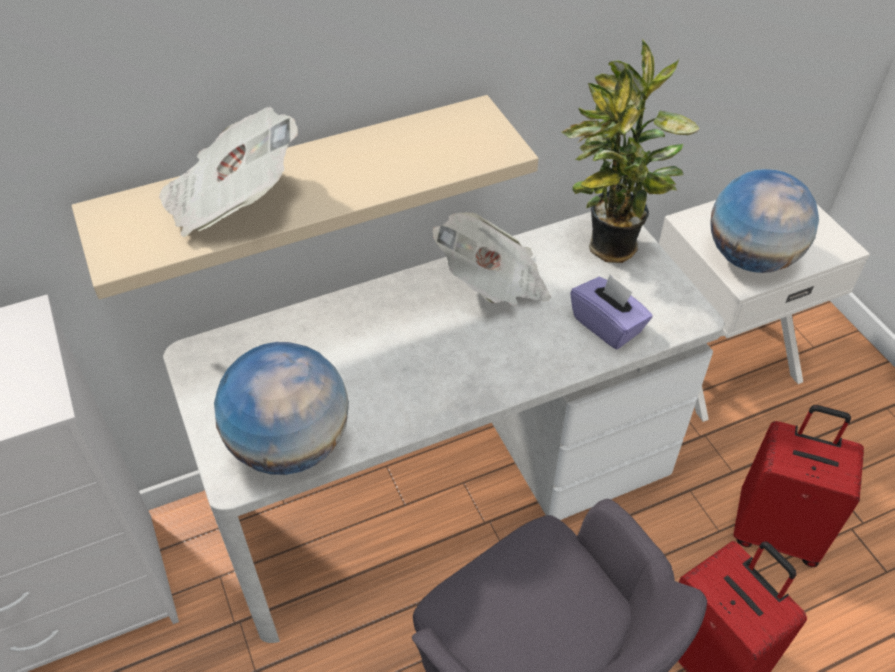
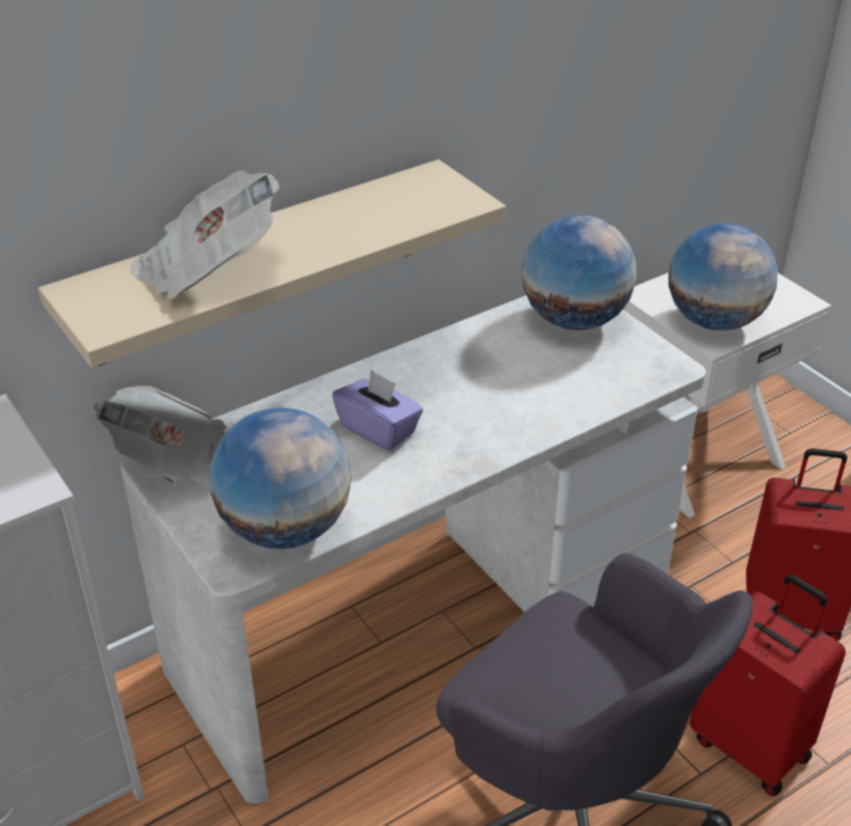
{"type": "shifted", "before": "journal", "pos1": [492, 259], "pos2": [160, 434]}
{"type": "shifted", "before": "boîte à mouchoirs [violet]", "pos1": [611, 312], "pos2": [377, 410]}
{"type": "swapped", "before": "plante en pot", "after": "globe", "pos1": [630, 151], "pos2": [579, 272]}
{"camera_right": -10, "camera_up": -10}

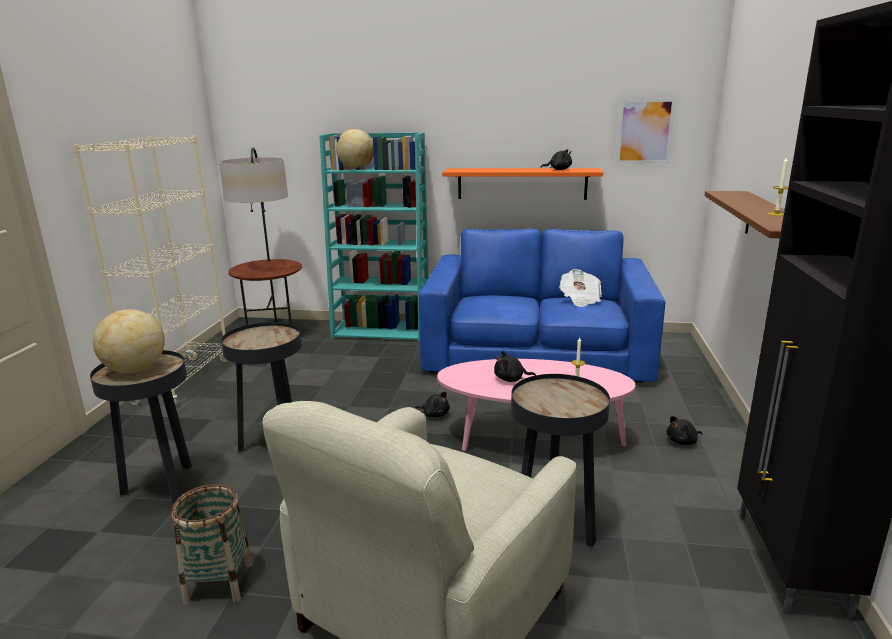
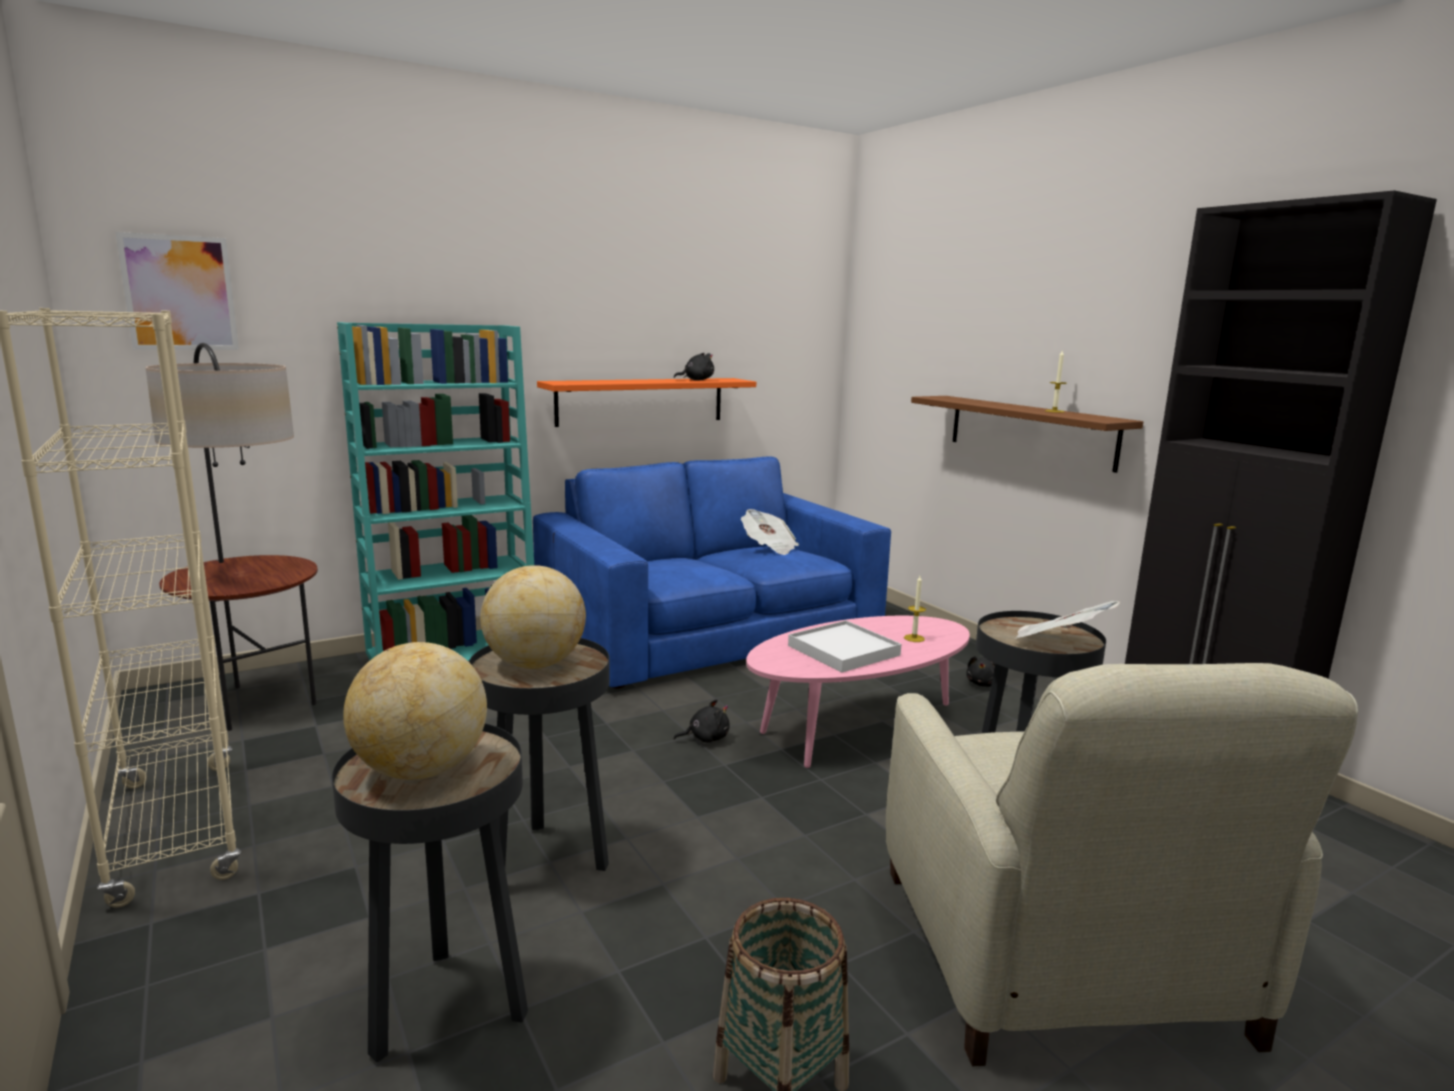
{"type": "new", "after": "journal", "pos2": [1067, 620]}
{"type": "shifted", "before": "globe", "pos1": [355, 149], "pos2": [533, 617]}
{"type": "shifted", "before": "tableau", "pos1": [645, 131], "pos2": [177, 291]}
{"type": "swapped", "before": "peluche [noir]", "after": "plateau [blanc]", "pos1": [515, 366], "pos2": [844, 646]}
{"camera_right": -40, "camera_up": -5}

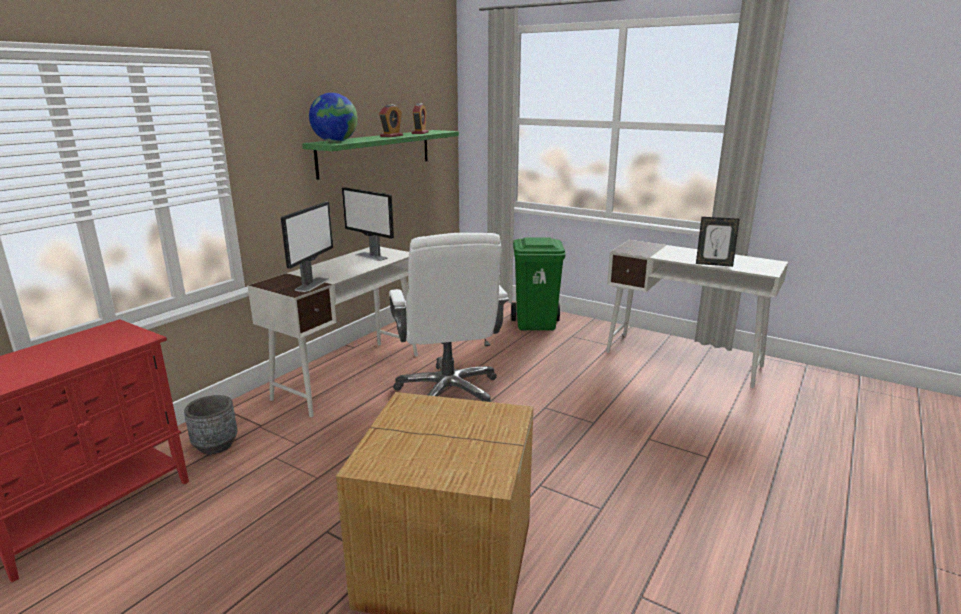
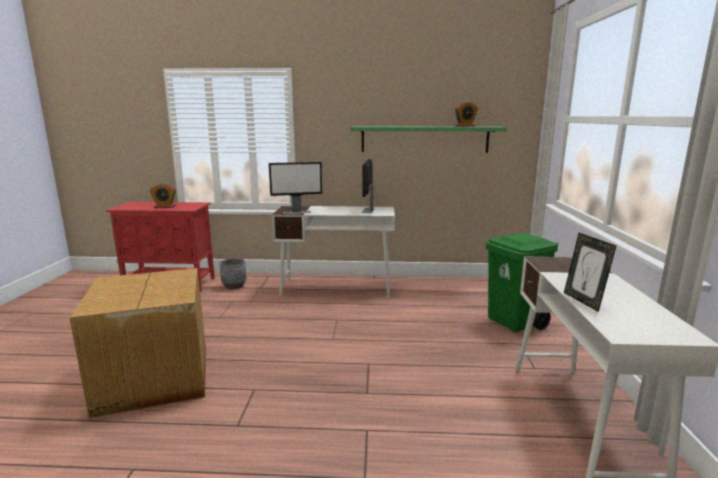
{"type": "gone", "before": "globe", "pos1": [333, 117]}
{"type": "gone", "before": "chaise de bureau [blanc]", "pos1": [449, 317]}
{"type": "shifted", "before": "réveil", "pos1": [391, 120], "pos2": [163, 195]}
{"camera_right": 60, "camera_up": -5}

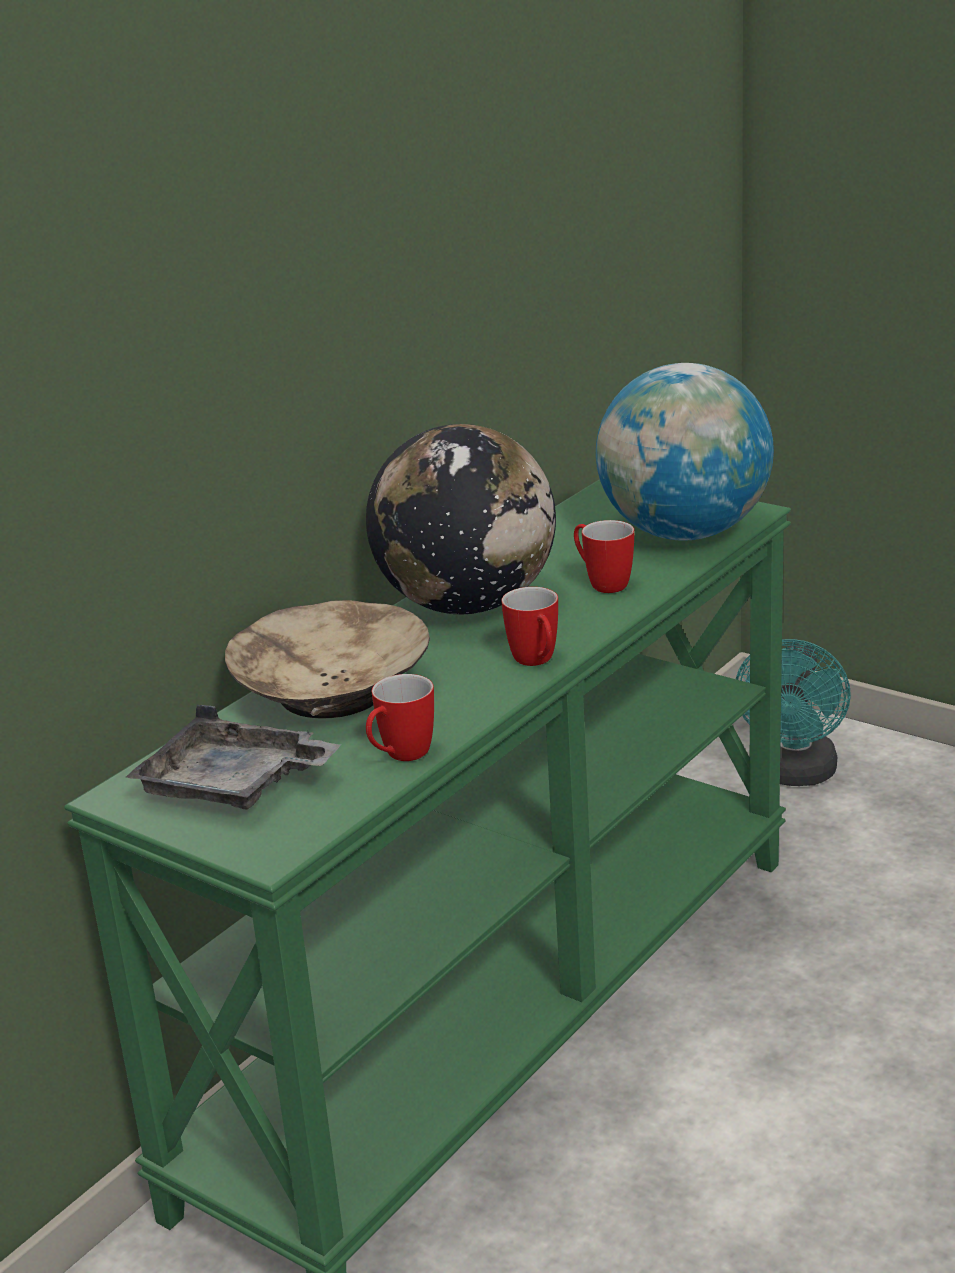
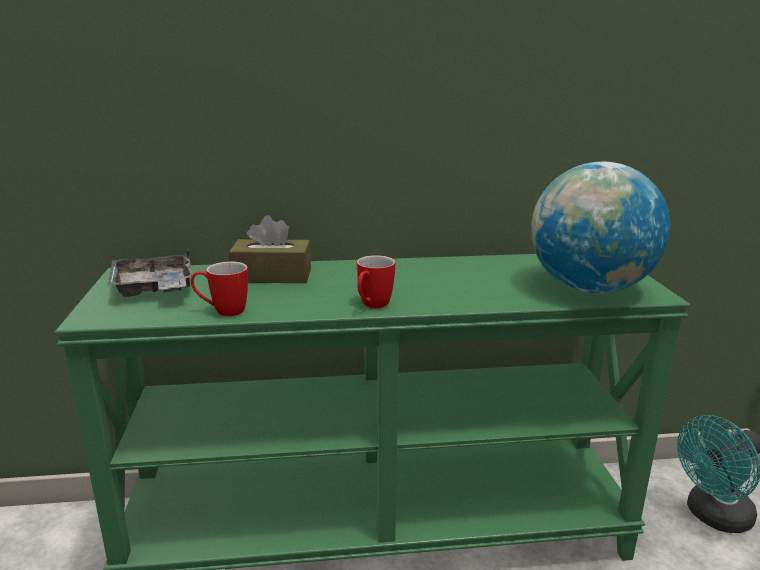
{"type": "gone", "before": "globe", "pos1": [461, 519]}
{"type": "gone", "before": "mug", "pos1": [604, 556]}
{"type": "swapped", "before": "bol [beige]", "after": "boîte à mouchoirs [marron]", "pos1": [327, 659], "pos2": [270, 249]}
{"camera_right": 45, "camera_up": -5}

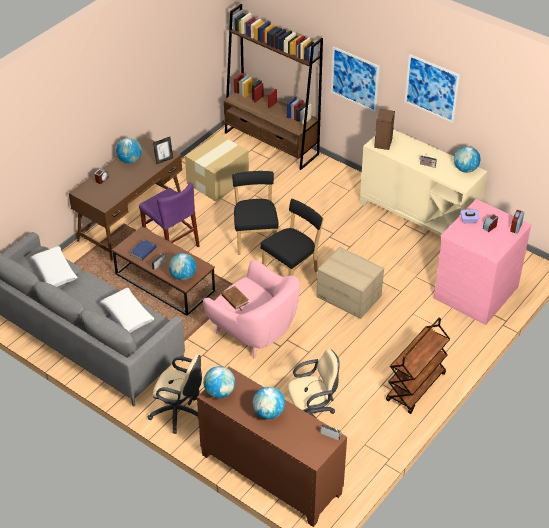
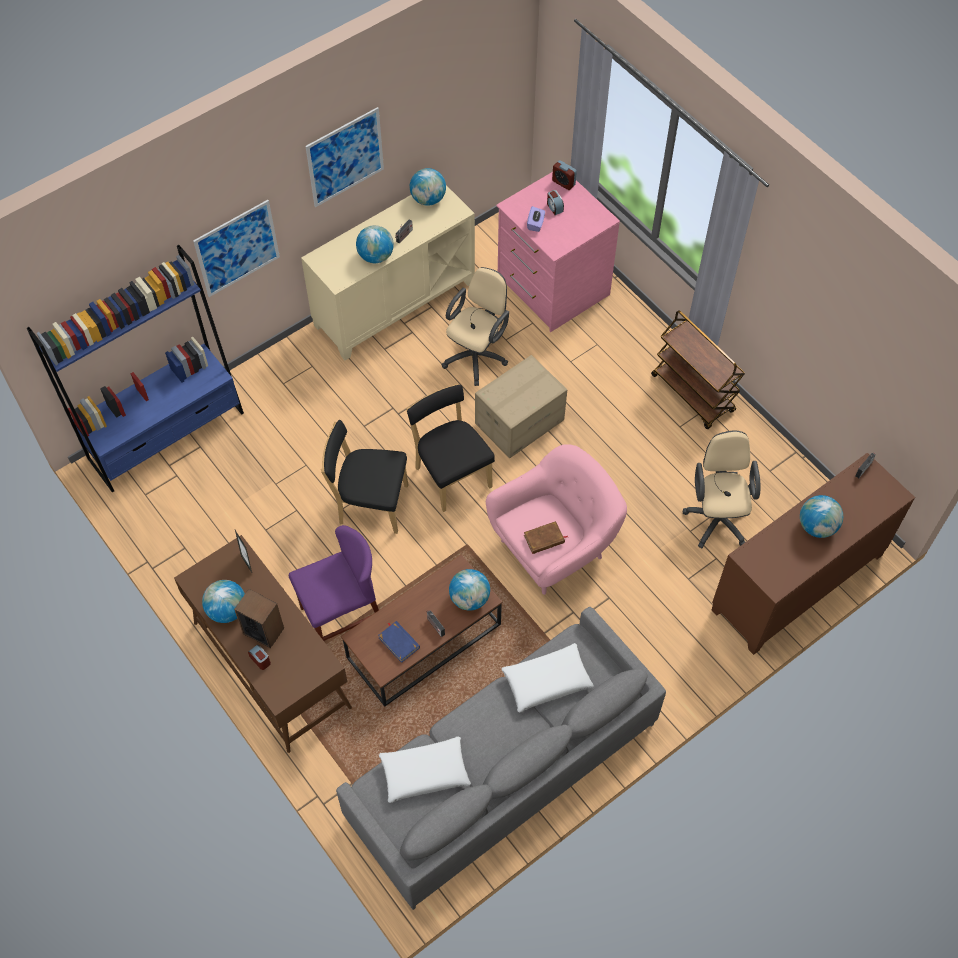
{"type": "gone", "before": "carton", "pos1": [217, 168]}
{"type": "shifted", "before": "chaise de bureau [beige]", "pos1": [175, 394], "pos2": [475, 326]}
{"type": "shifted", "before": "globe", "pos1": [219, 382], "pos2": [375, 244]}
{"type": "shifted", "before": "enceinte", "pos1": [384, 129], "pos2": [259, 618]}
{"type": "repainted", "before": "bibliothèque [marron]", "after": "bibliothèque [bleu]", "pos1": [273, 87], "pos2": [135, 368]}
{"camera_right": -75, "camera_up": 15}

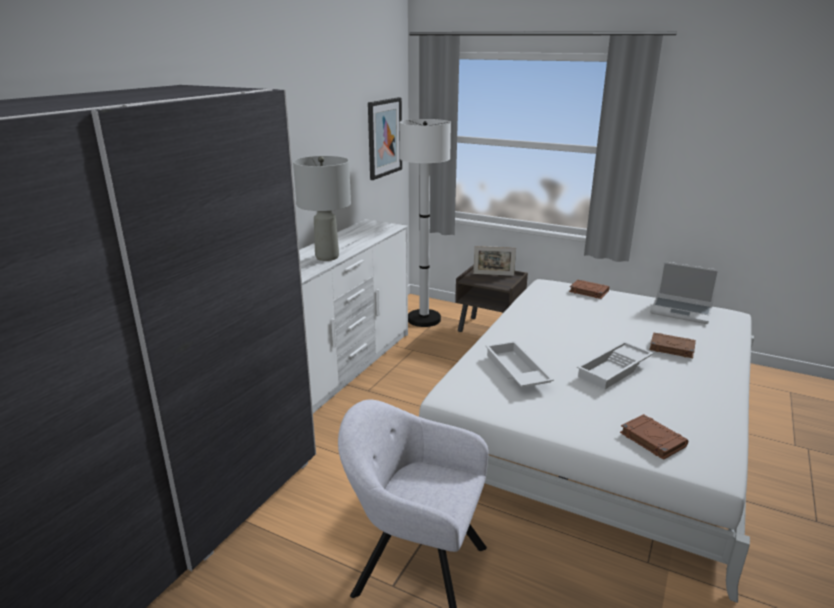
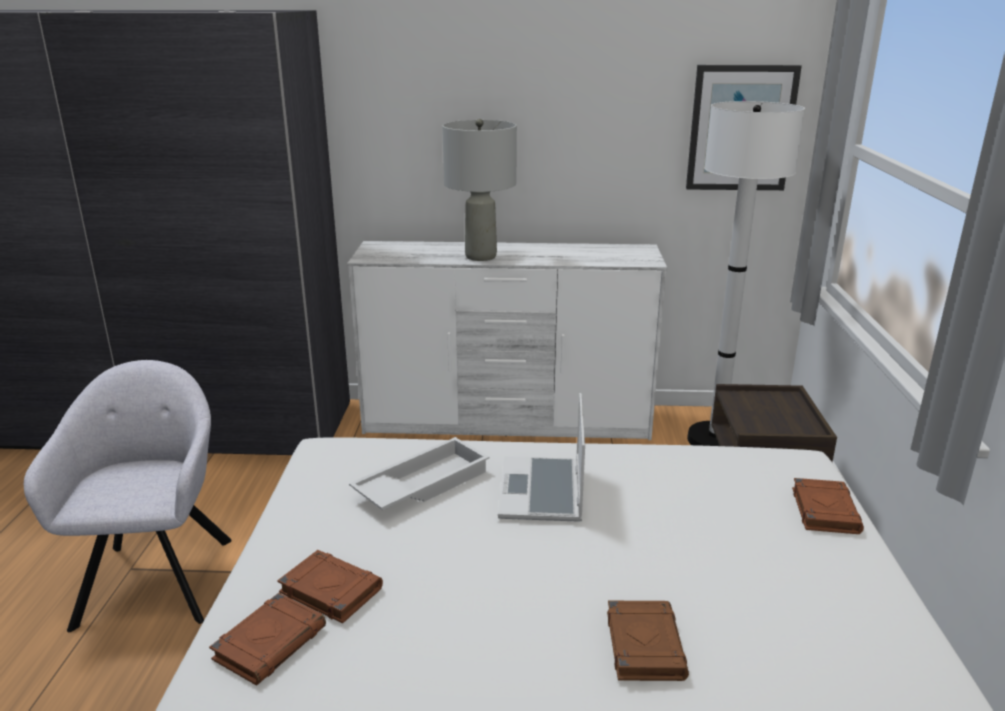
{"type": "gone", "before": "cadre photo", "pos1": [494, 261]}
{"type": "gone", "before": "plateau [blanc]", "pos1": [615, 365]}
{"type": "new", "after": "livre [marron]", "pos2": [330, 587]}
{"type": "shifted", "before": "ordinateur portable", "pos1": [685, 292], "pos2": [541, 457]}
{"camera_right": 65, "camera_up": 0}

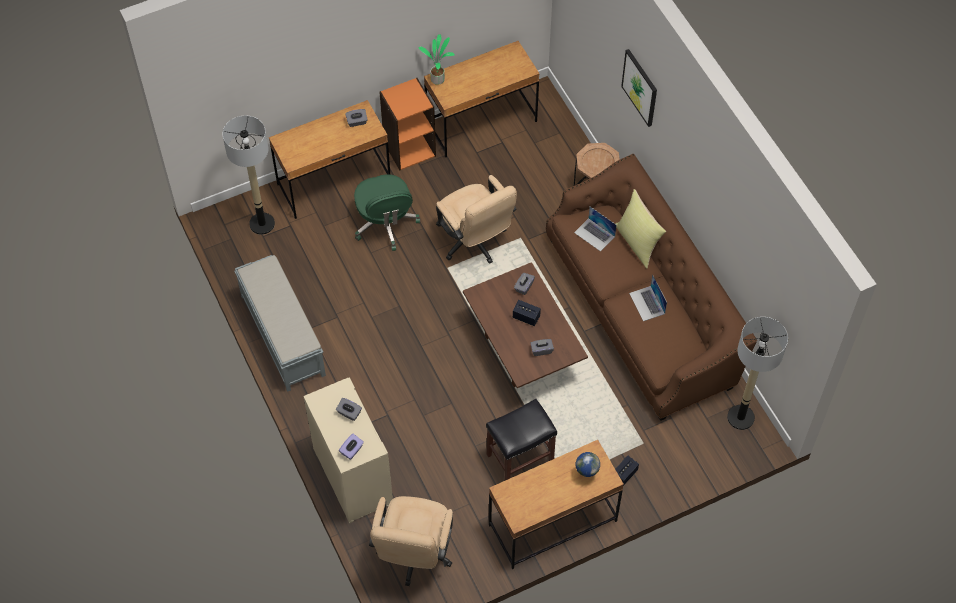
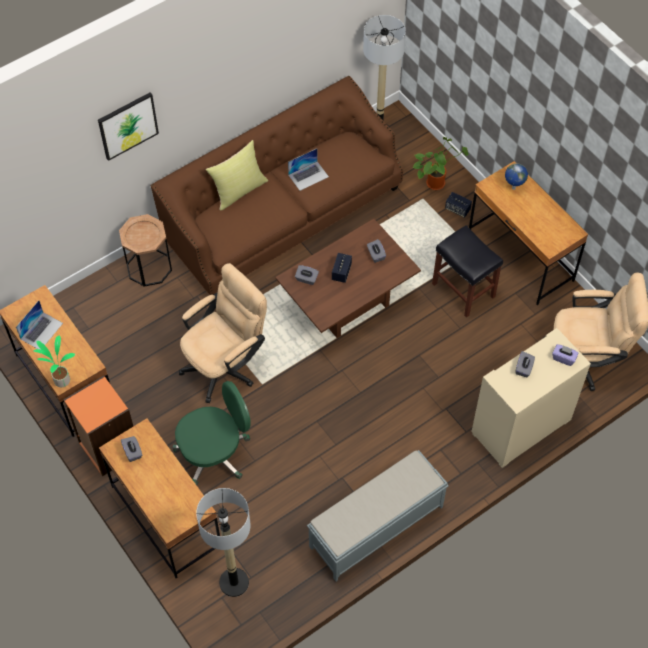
{"type": "new", "after": "plante en pot", "pos2": [441, 163]}
{"type": "shifted", "before": "ordinateur portable", "pos1": [595, 229], "pos2": [39, 324]}
{"camera_right": -100, "camera_up": 0}

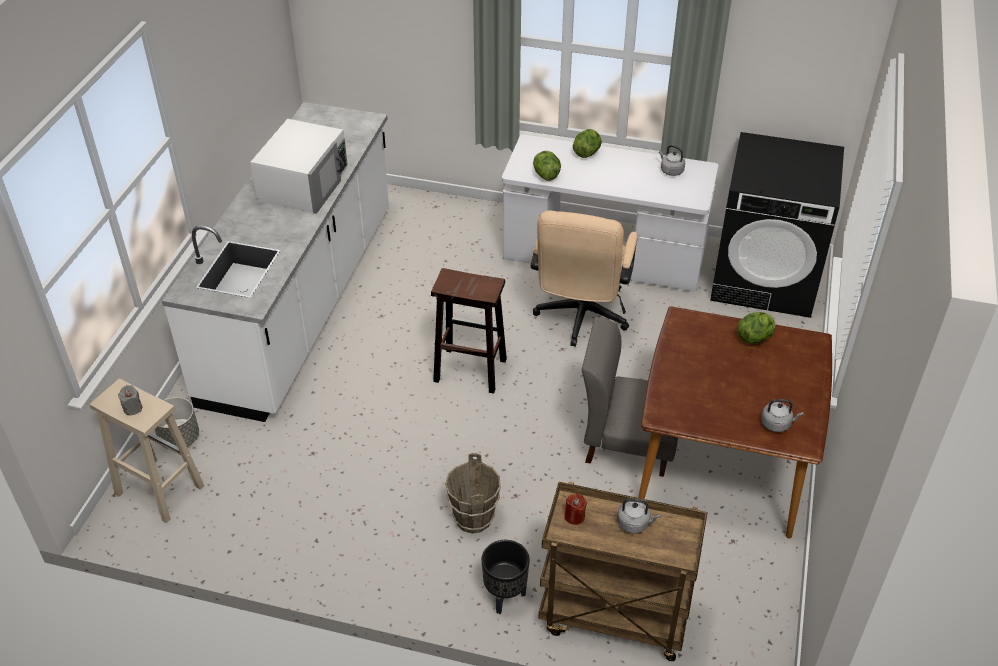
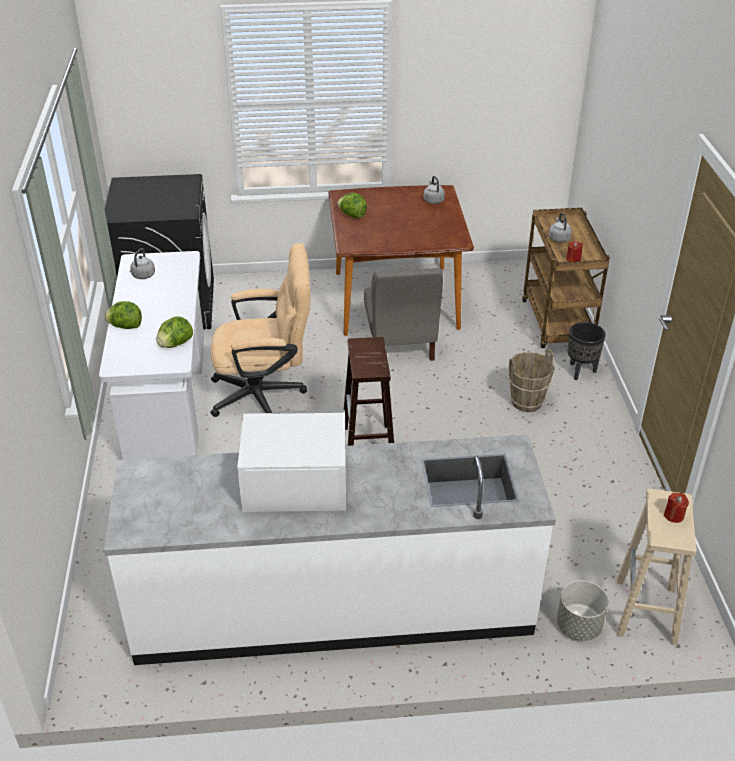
{"type": "repainted", "before": "bougie [gris]", "after": "bougie [rouge]", "pos1": [130, 400], "pos2": [676, 507]}
{"camera_right": -110, "camera_up": -5}

